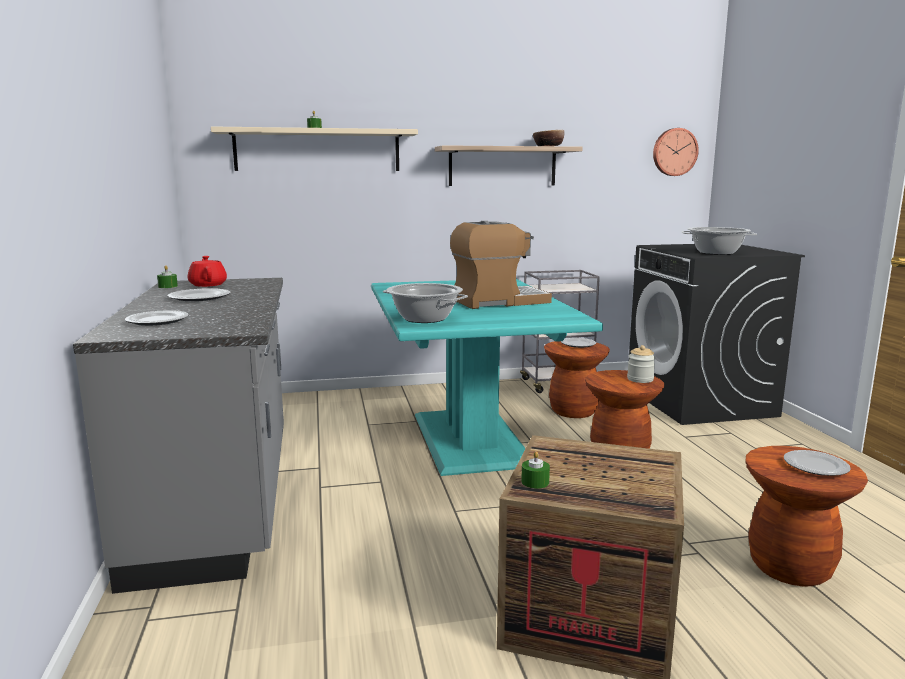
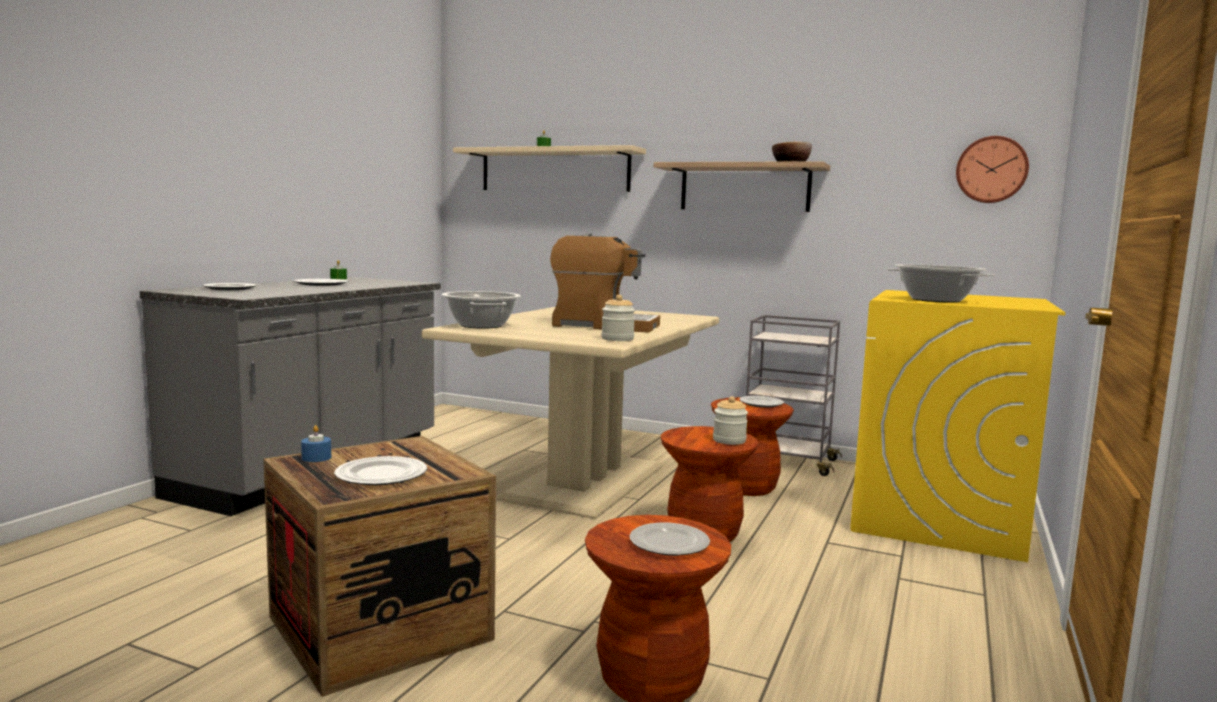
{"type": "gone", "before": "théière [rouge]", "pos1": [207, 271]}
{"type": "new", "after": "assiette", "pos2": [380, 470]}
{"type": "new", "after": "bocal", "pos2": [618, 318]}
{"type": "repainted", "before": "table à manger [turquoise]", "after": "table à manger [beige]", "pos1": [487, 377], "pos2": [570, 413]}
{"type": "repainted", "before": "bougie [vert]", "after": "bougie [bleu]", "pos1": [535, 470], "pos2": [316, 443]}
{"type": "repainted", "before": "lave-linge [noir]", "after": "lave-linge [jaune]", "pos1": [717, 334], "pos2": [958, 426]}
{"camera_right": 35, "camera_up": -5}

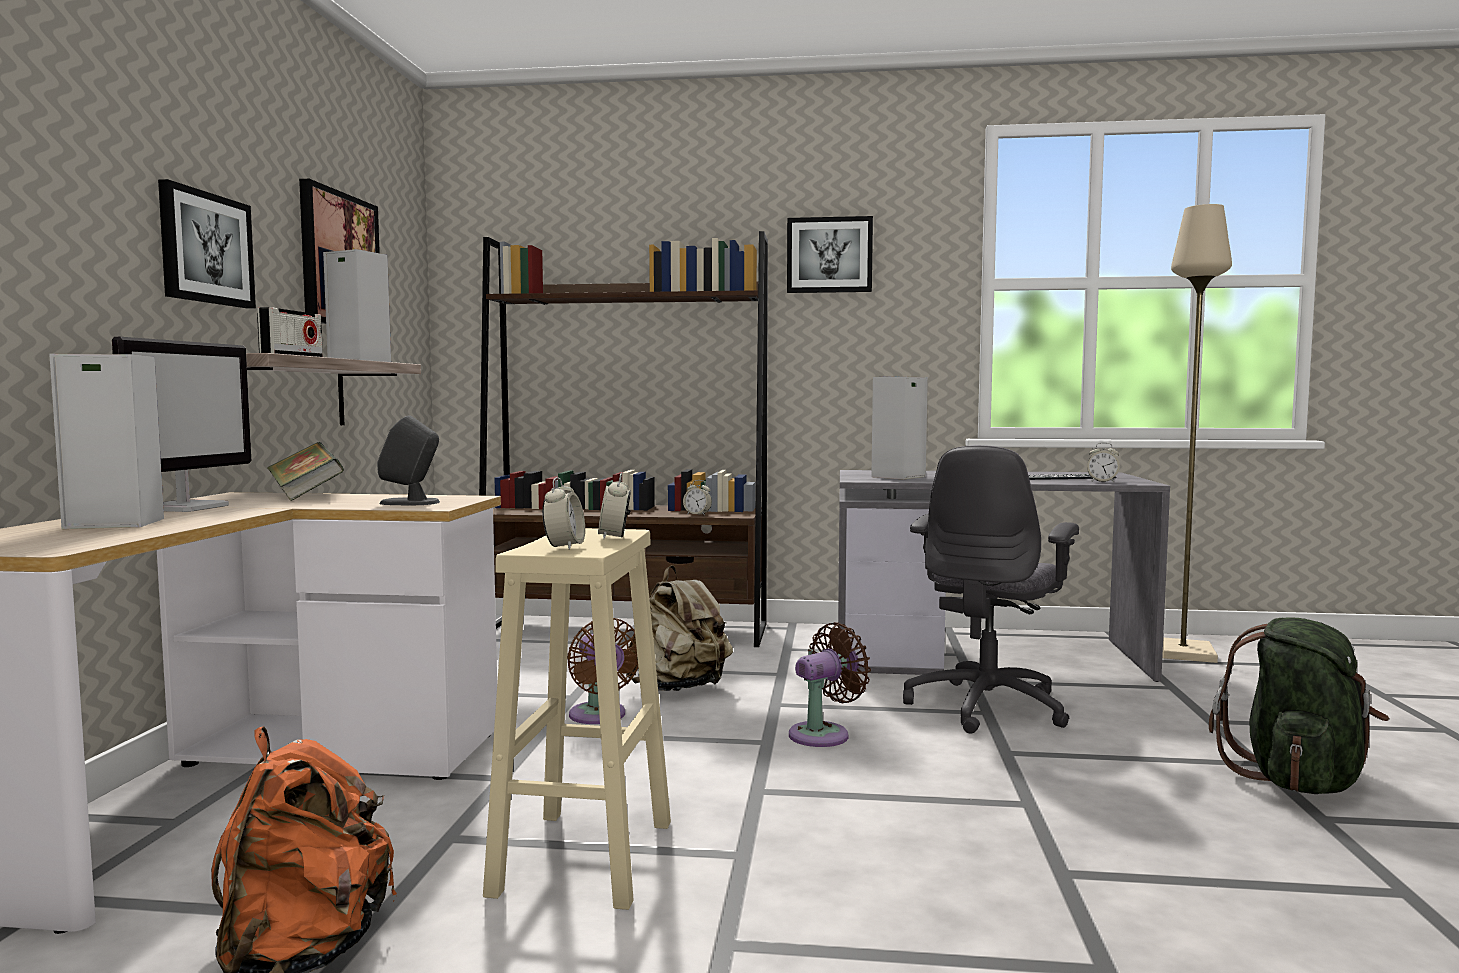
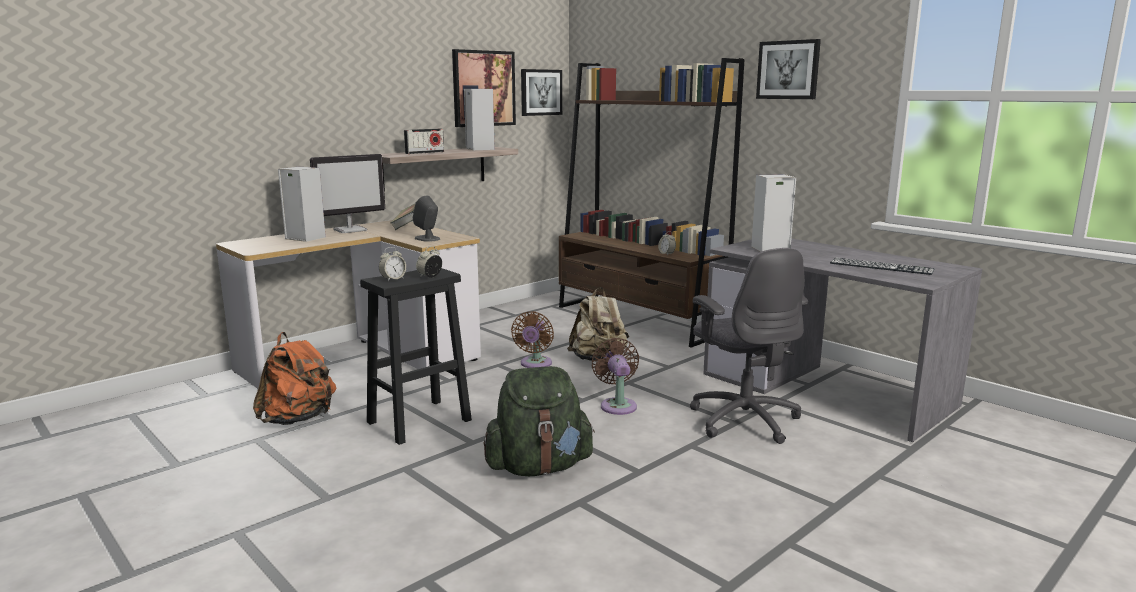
{"type": "gone", "before": "réveil", "pos1": [1103, 462]}
{"type": "gone", "before": "lampadaire [beige]", "pos1": [1197, 433]}
{"type": "shifted", "before": "tableau", "pos1": [207, 243], "pos2": [541, 92]}
{"type": "shifted", "before": "sac à dos [vert]", "pos1": [1299, 705], "pos2": [539, 421]}
{"type": "repainted", "before": "tabouret [beige]", "after": "tabouret [noir]", "pos1": [577, 719], "pos2": [416, 356]}
{"type": "rotated", "before": "ventilateur [marron]", "pos1": [830, 684], "pos2": [615, 376], "turn": -105}
{"type": "rotated", "before": "chaise de bureau [gris]", "pos1": [991, 589], "pos2": [749, 346], "turn": -90}
{"camera_right": 40, "camera_up": 10}

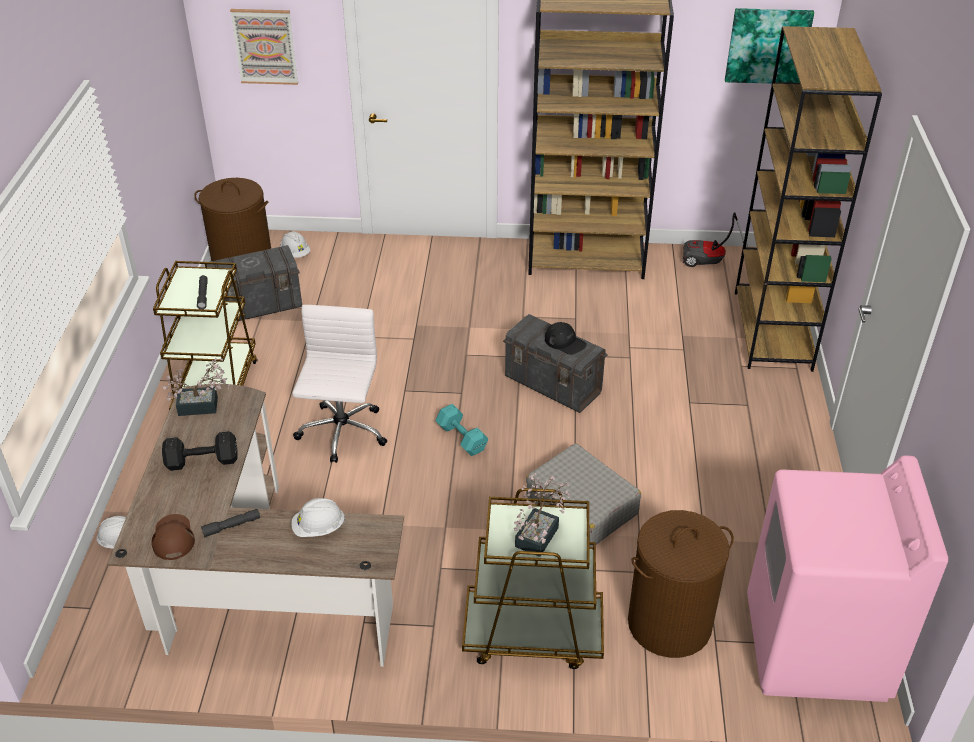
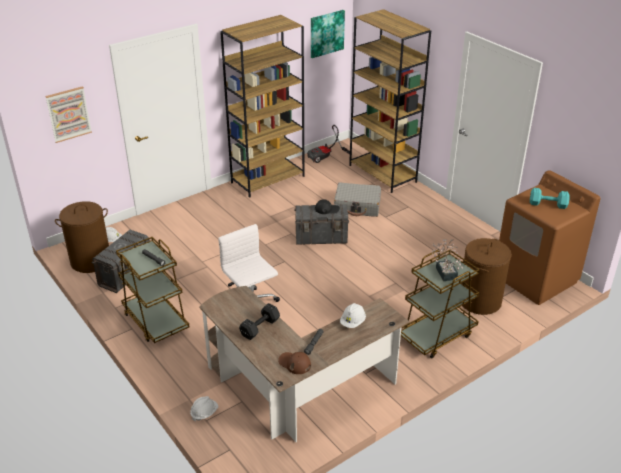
{"type": "gone", "before": "plante en pot", "pos1": [196, 387]}
{"type": "shifted", "before": "haltère [turquoise]", "pos1": [462, 430], "pos2": [550, 198]}
{"type": "shifted", "before": "valise [gris]", "pos1": [583, 495], "pos2": [357, 199]}
{"type": "repainted", "before": "lave-linge [rose]", "after": "lave-linge [marron]", "pos1": [847, 578], "pos2": [550, 237]}
{"camera_right": -40, "camera_up": -5}

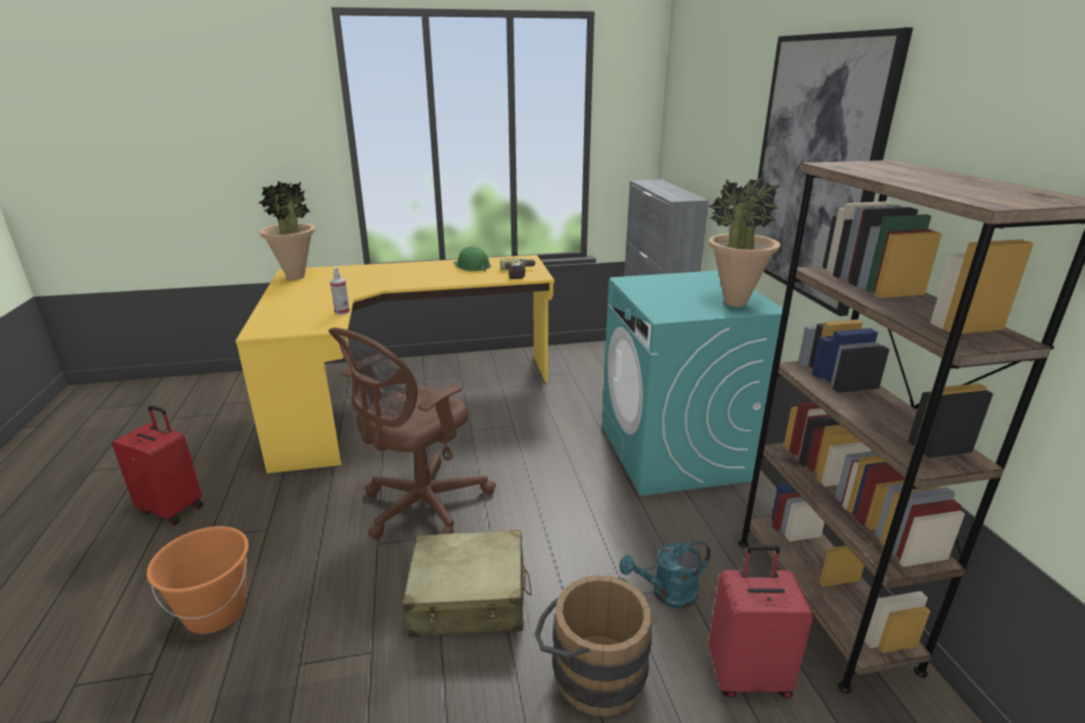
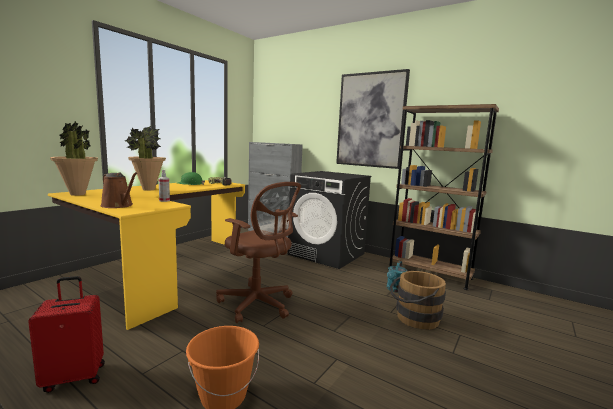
{"type": "gone", "before": "valise [beige]", "pos1": [467, 583]}
{"type": "gone", "before": "valise [rouge]", "pos1": [761, 621]}
{"type": "new", "after": "arrosoir [marron]", "pos2": [118, 190]}
{"type": "shifted", "before": "plante en pot", "pos1": [744, 241], "pos2": [145, 158]}
{"type": "repainted", "before": "lave-linge [turquoise]", "after": "lave-linge [noir]", "pos1": [696, 383], "pos2": [330, 220]}
{"type": "rotated", "before": "chaise de bureau [marron]", "pos1": [412, 434], "pos2": [258, 252], "turn": -45}
{"camera_right": -45, "camera_up": -15}

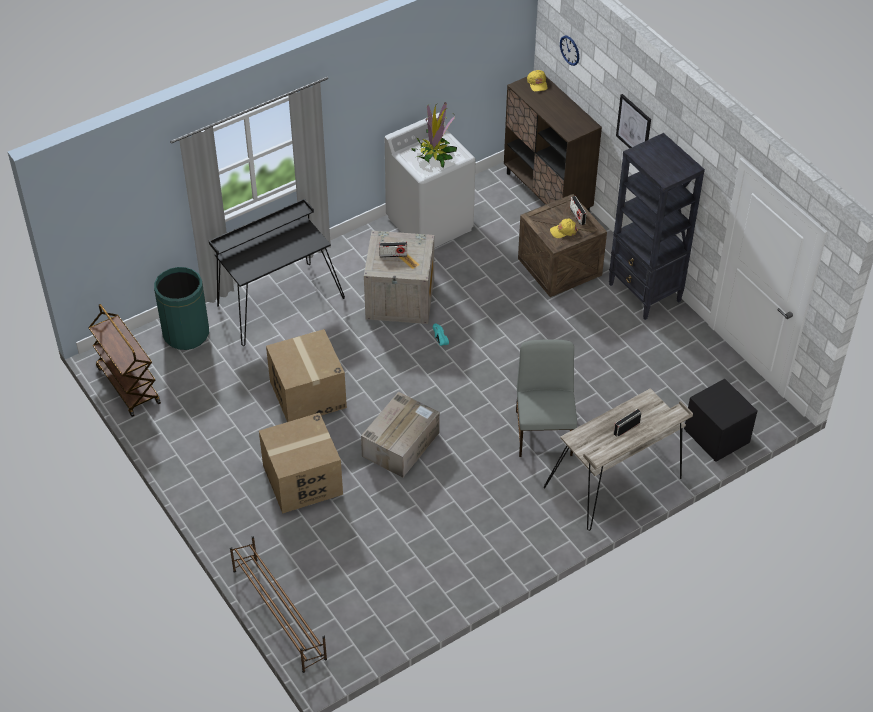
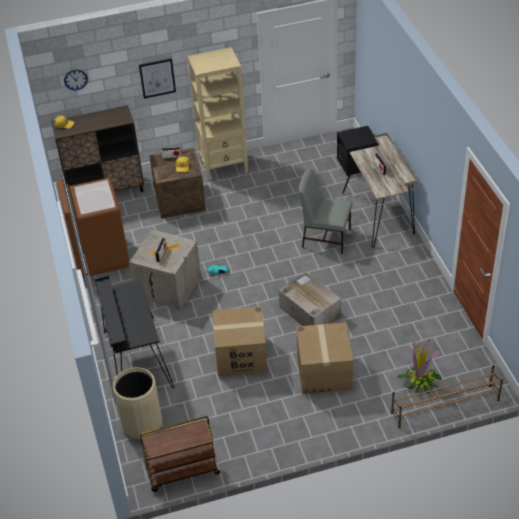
{"type": "shifted", "before": "plante en pot", "pos1": [434, 135], "pos2": [419, 366]}
{"type": "repainted", "before": "poubelle [vert]", "after": "poubelle [beige]", "pos1": [181, 308], "pos2": [137, 403]}
{"type": "repainted", "before": "lave-linge [blanc]", "after": "lave-linge [marron]", "pos1": [430, 180], "pos2": [93, 228]}
{"type": "repainted", "before": "bibliothèque [noir]", "after": "bibliothèque [beige]", "pos1": [657, 226], "pos2": [218, 114]}
{"camera_right": -70, "camera_up": -5}

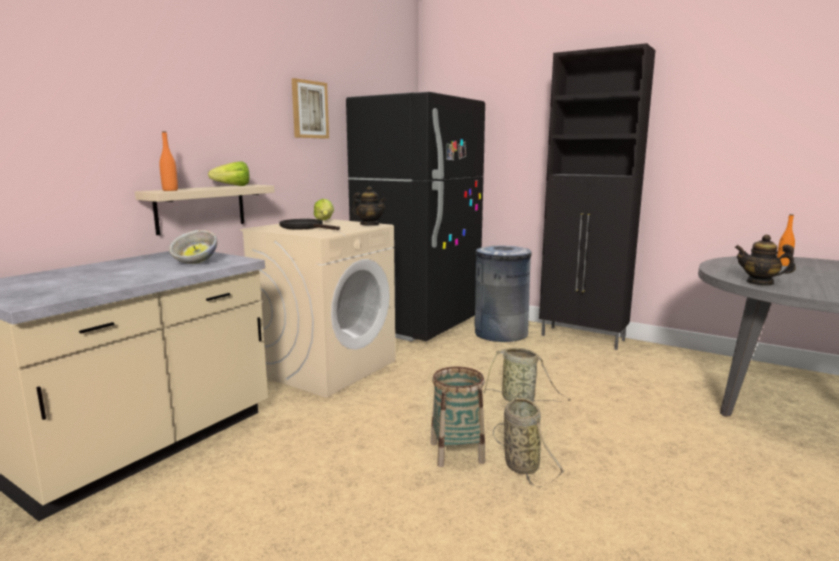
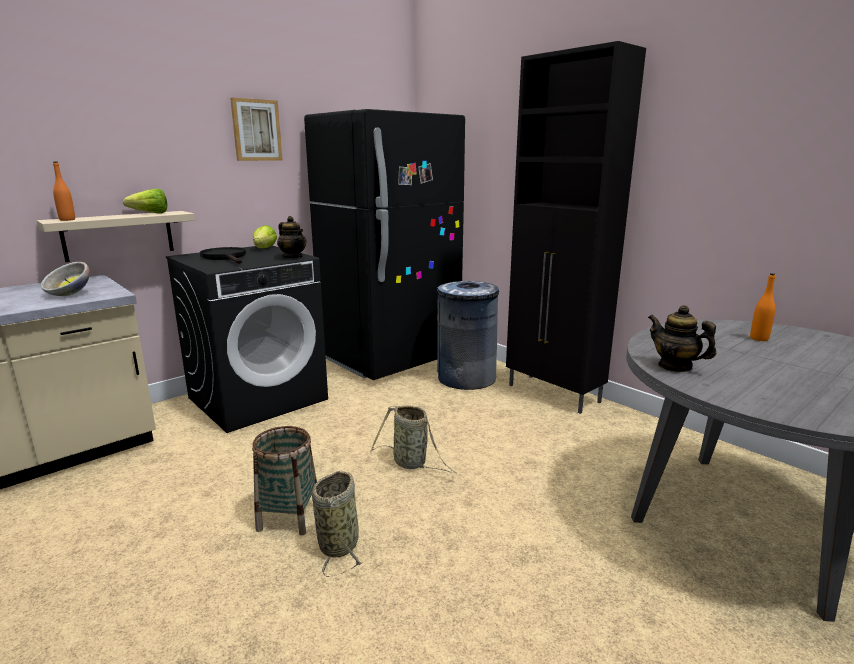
{"type": "repainted", "before": "lave-linge [beige]", "after": "lave-linge [noir]", "pos1": [317, 308], "pos2": [247, 339]}
{"camera_right": 15, "camera_up": 5}

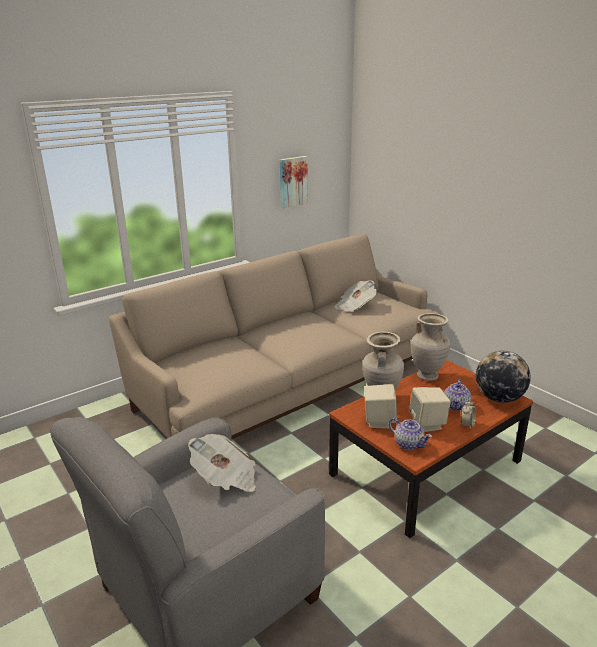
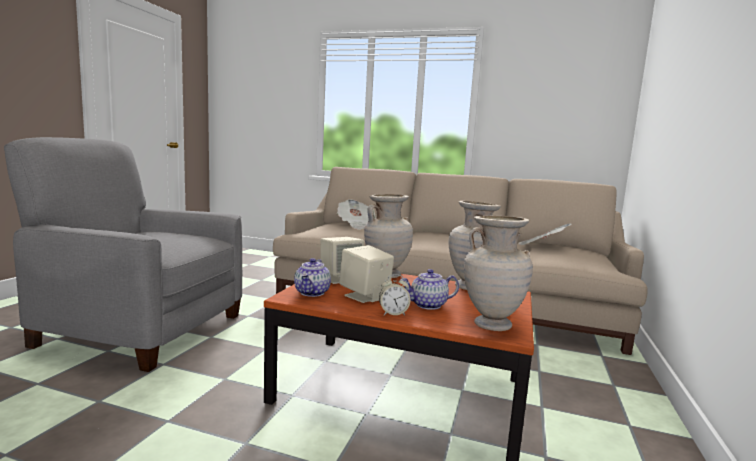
{"type": "gone", "before": "tableau", "pos1": [294, 182]}
{"type": "shifted", "before": "journal", "pos1": [222, 463], "pos2": [356, 214]}
{"type": "swapped", "before": "globe", "after": "vase [beige]", "pos1": [503, 377], "pos2": [498, 273]}
{"camera_right": 55, "camera_up": -15}

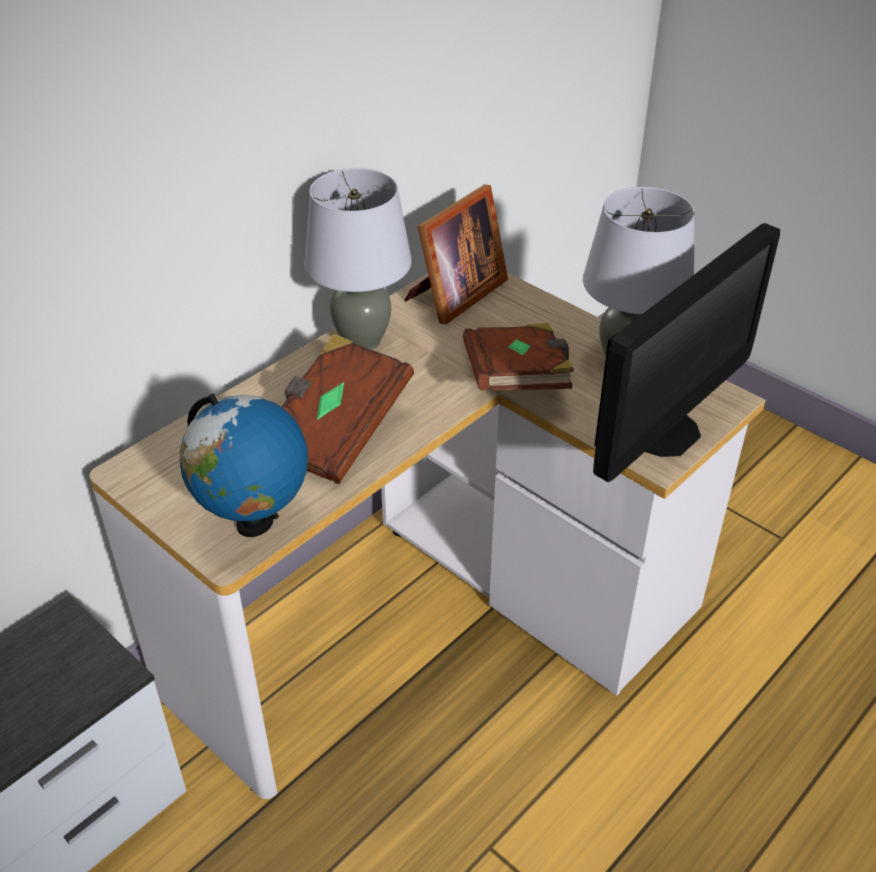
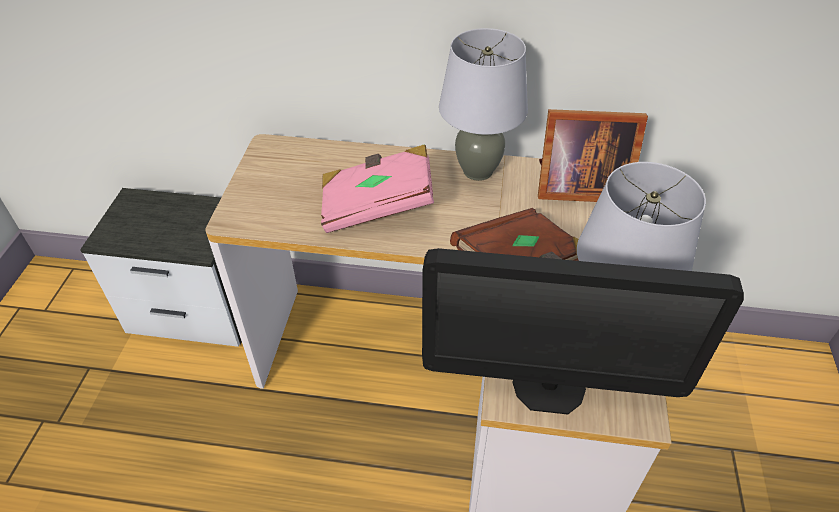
{"type": "gone", "before": "globe", "pos1": [244, 465]}
{"type": "repainted", "before": "livre [marron]", "after": "livre [rose]", "pos1": [348, 409], "pos2": [377, 188]}
{"camera_right": 55, "camera_up": 5}

